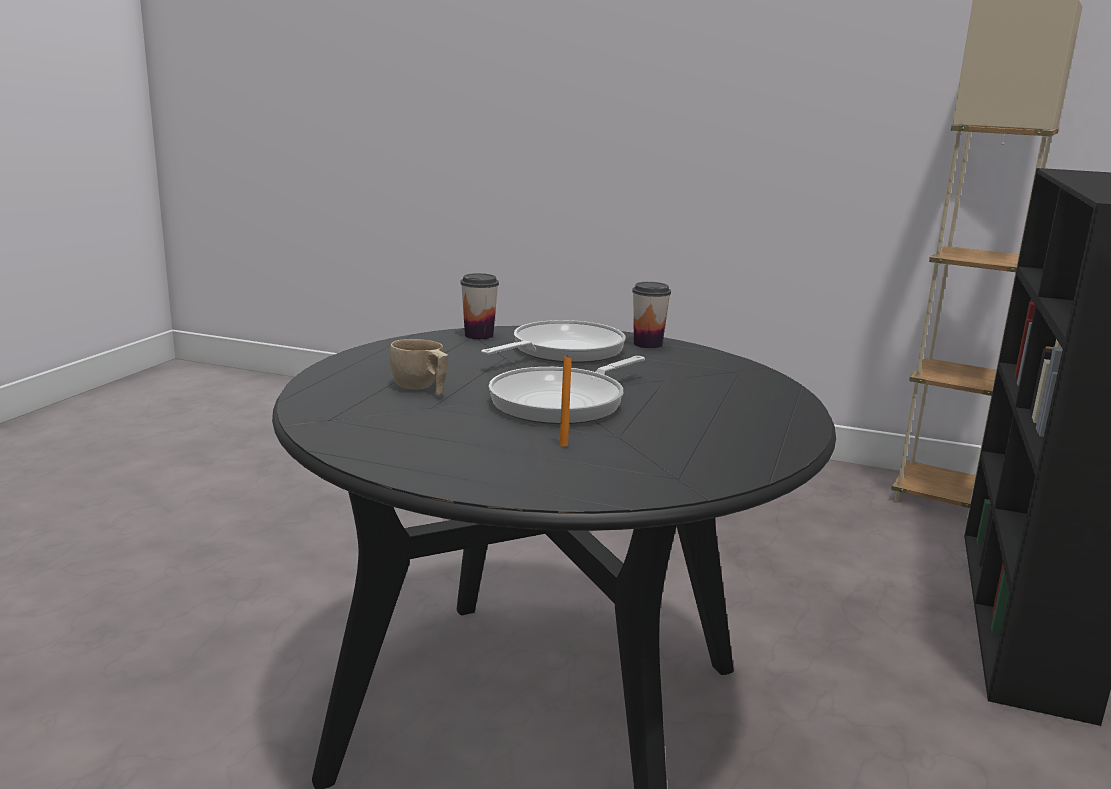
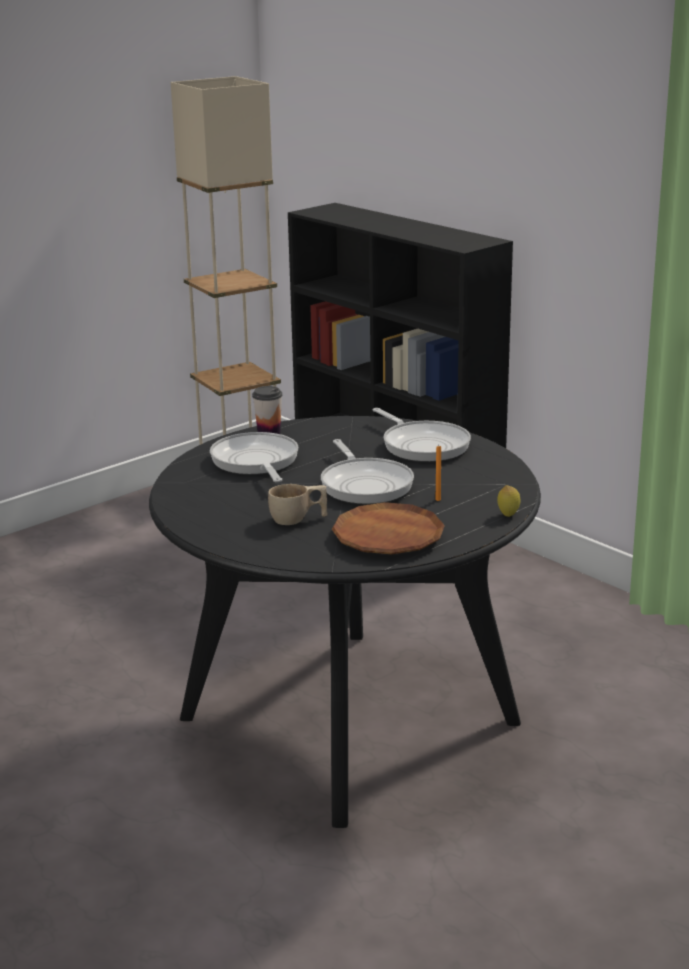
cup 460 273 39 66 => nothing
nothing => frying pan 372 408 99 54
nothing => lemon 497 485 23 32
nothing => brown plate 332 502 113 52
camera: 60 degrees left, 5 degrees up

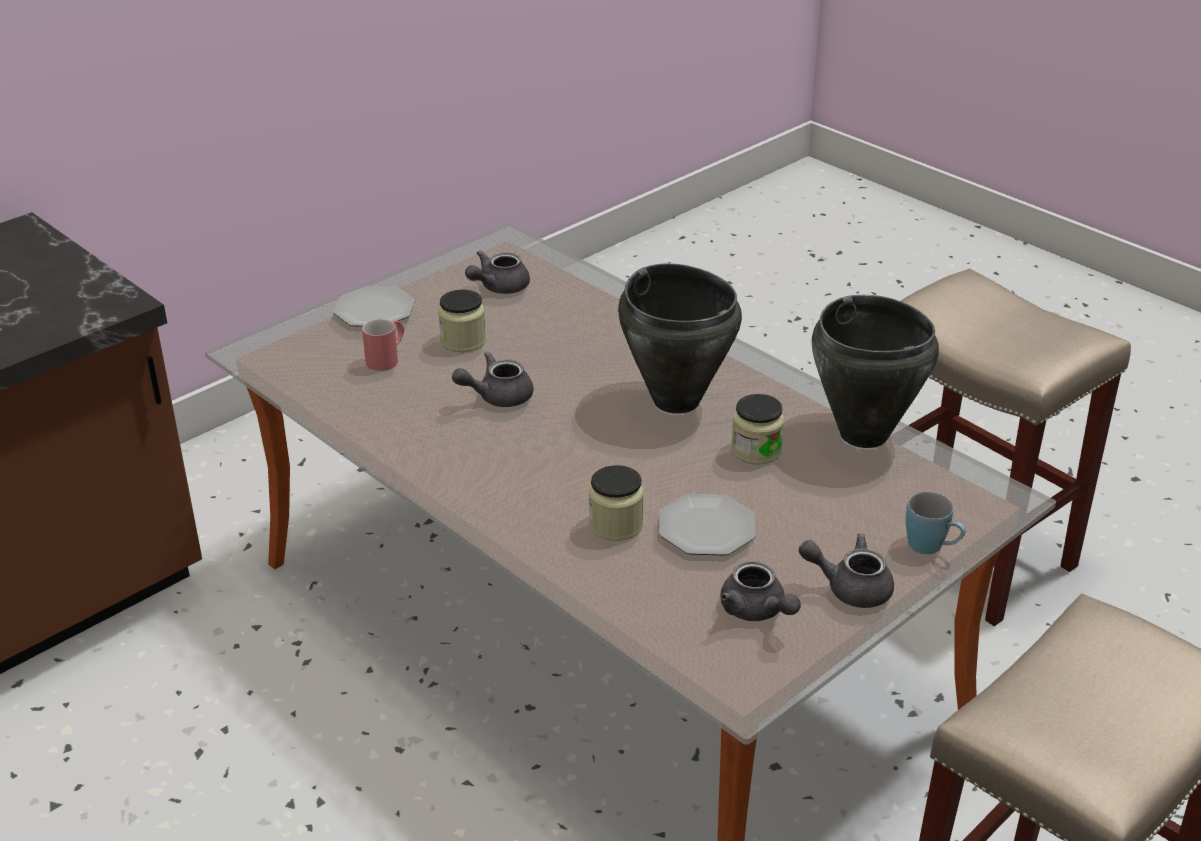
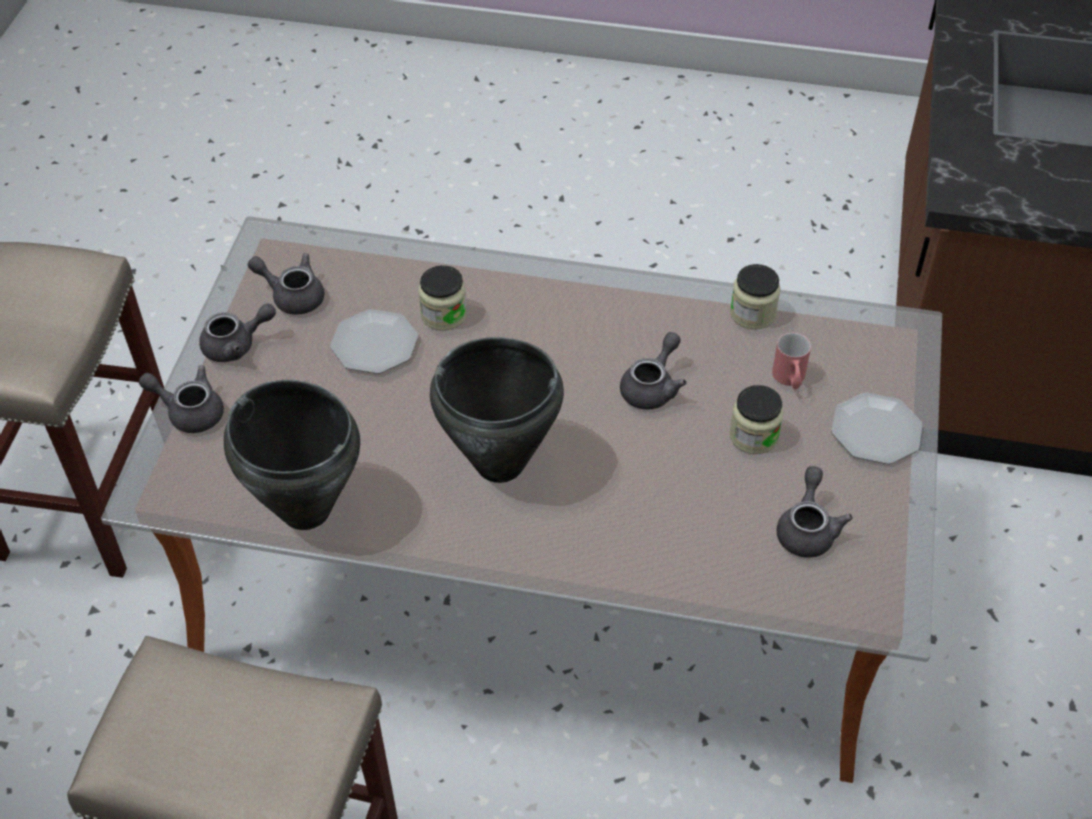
jar 731 394 53 71 => jar 730 264 51 65, move
blue mug 906 492 60 62 => grey teapot 139 366 85 67
camera: 145 degrees right, 15 degrees up

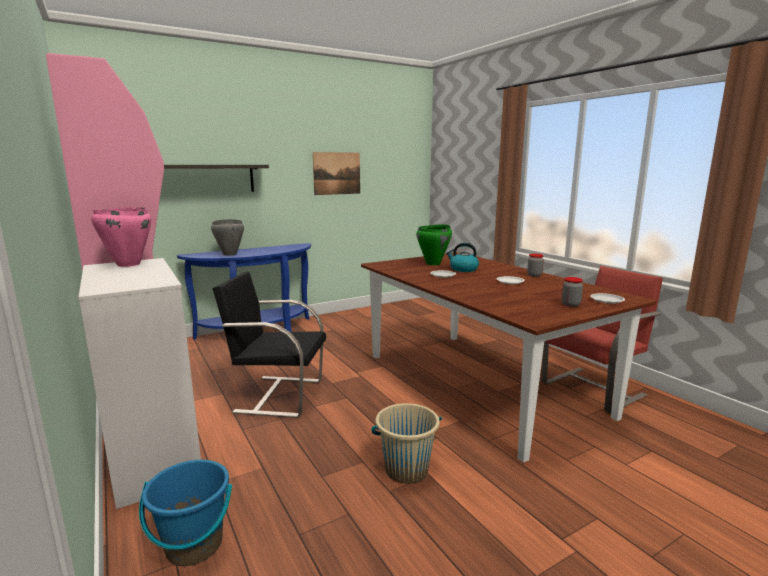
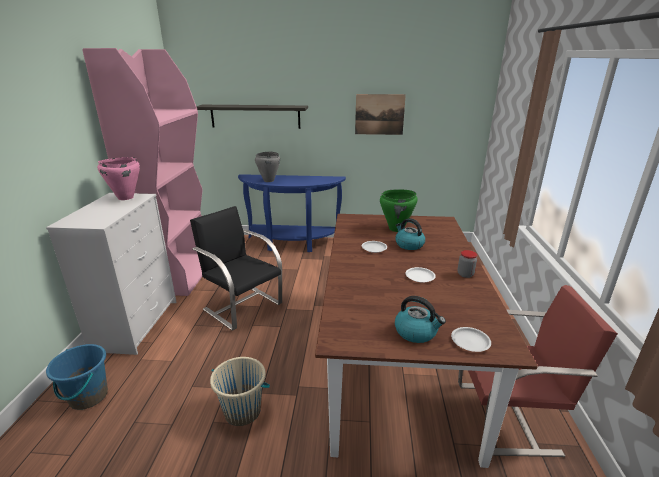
jar 561 277 22 30 => kettle 395 296 51 47
camera: 35 degrees right, 10 degrees up

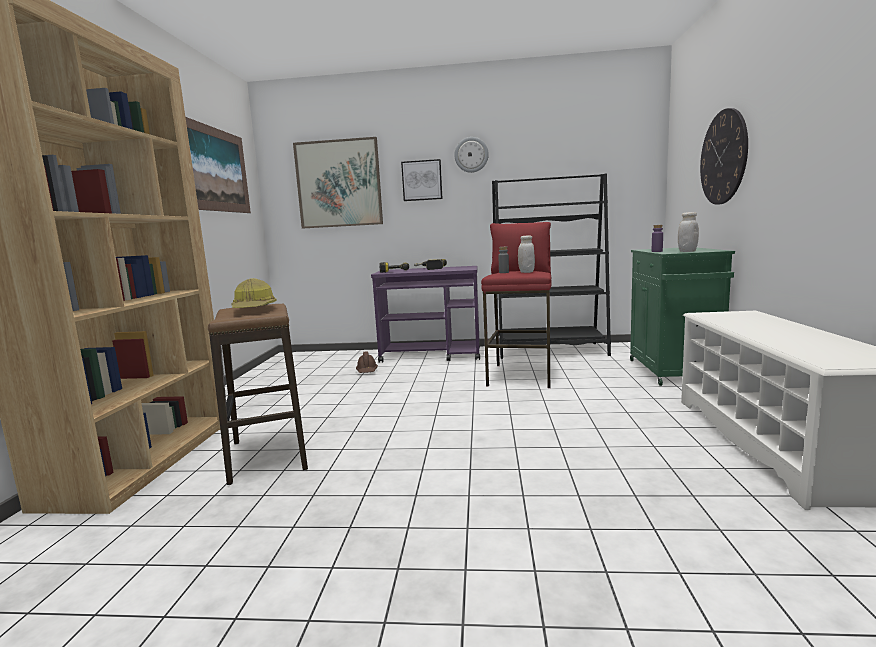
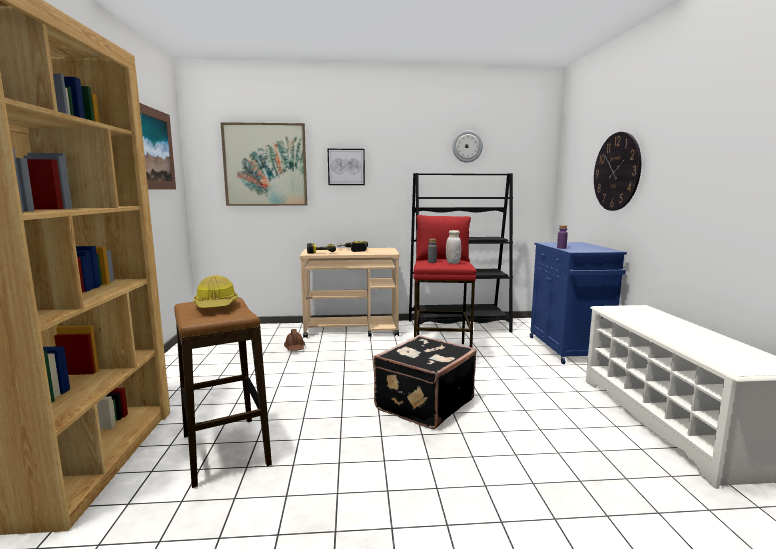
wall clock 454 137 35 36 => wall clock 452 131 31 32, move
white jar 678 212 21 40 => nothing
green cabinet 630 248 105 138 => blue cabinet 530 242 97 122
purple cart 371 266 109 97 => beige cart 300 248 100 90
nothing => black suitcase 373 335 104 94
camera: 10 degrees left, 0 degrees up

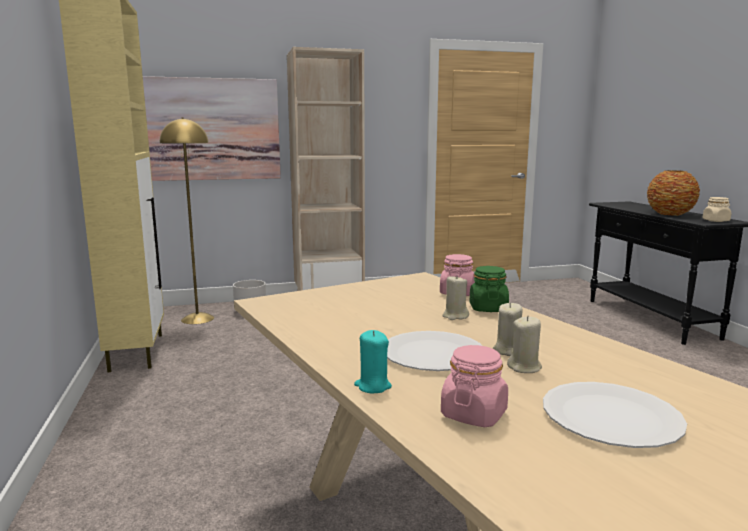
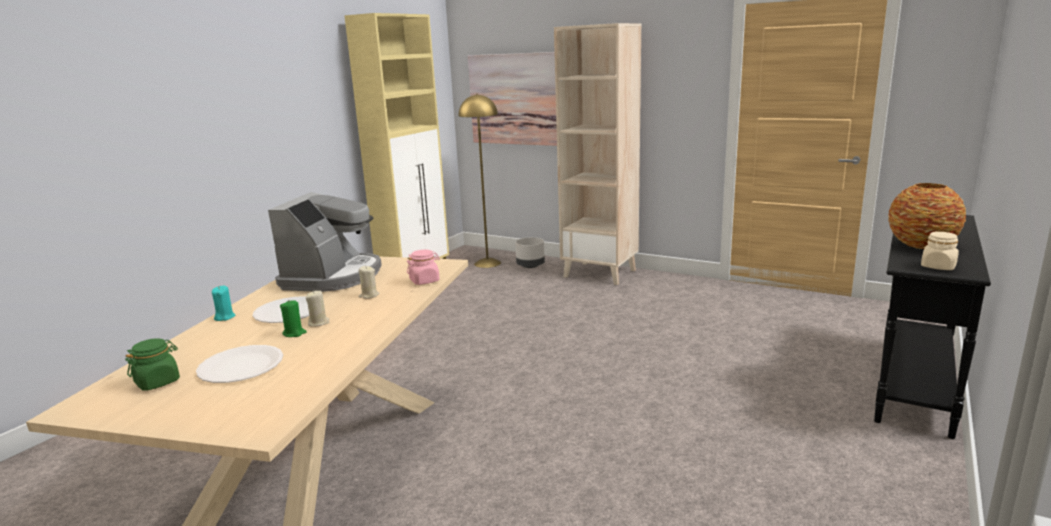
green jar 469 266 40 46 => green jar 125 338 55 53, move
beige candle 507 316 35 57 => green candle 280 300 27 37
pink jar 441 345 67 82 => nothing
nothing => coffee machine 268 192 114 100
camera: 45 degrees right, 5 degrees up

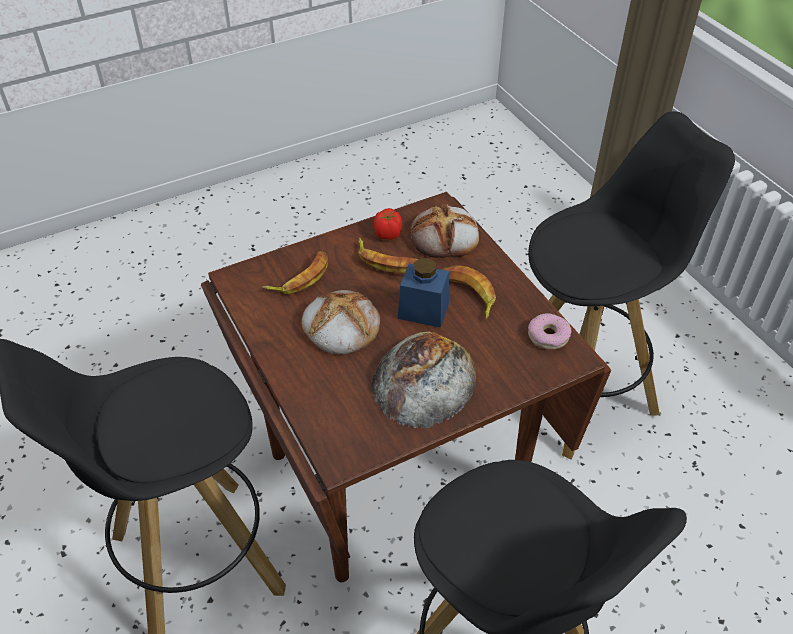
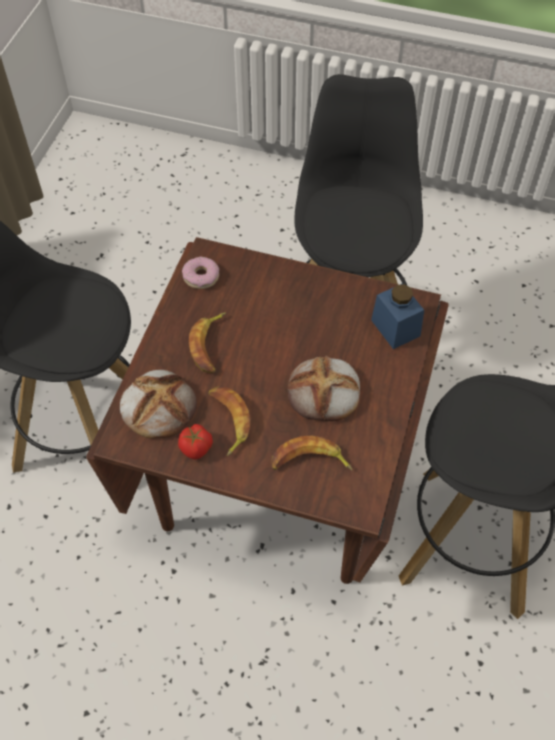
blue jar 398 258 51 70 => blue jar 371 283 53 66, move
bread 370 332 106 96 => nothing
camera: 135 degrees left, 10 degrees up

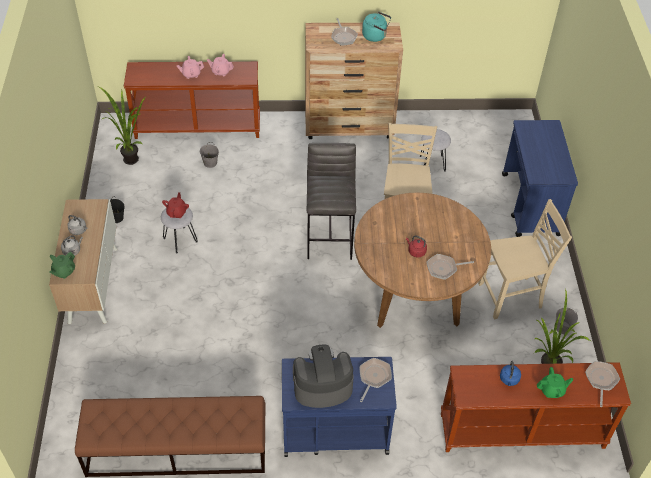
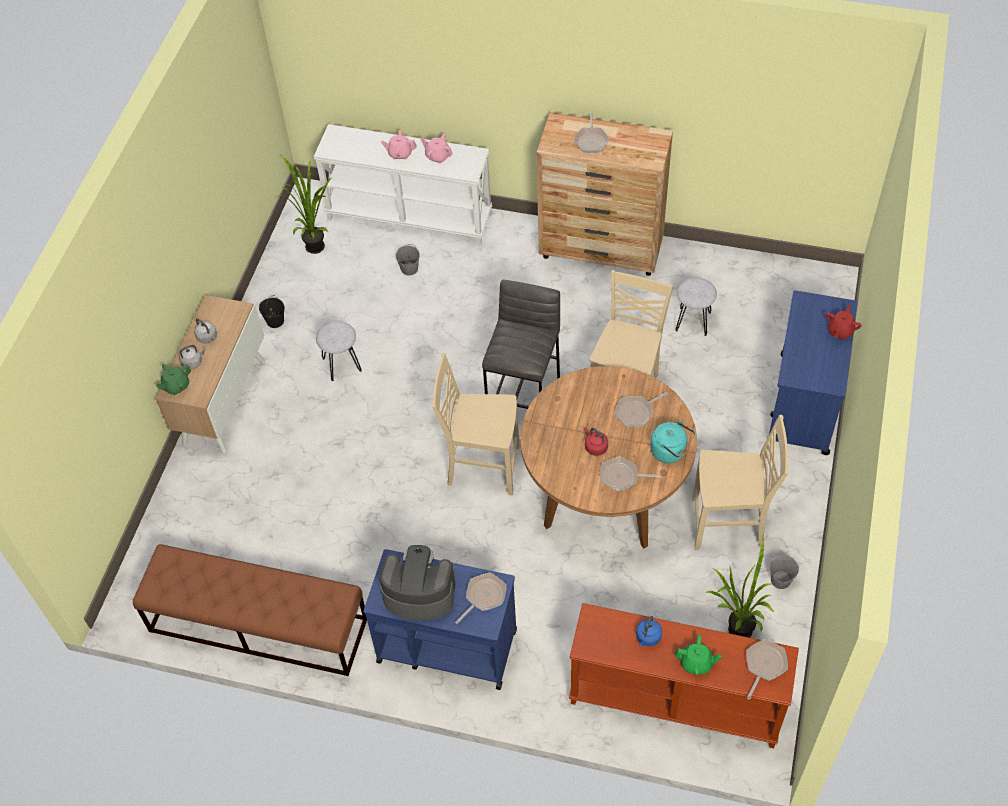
turquoise kettle 362 12 29 30 => turquoise kettle 650 420 45 43, move
brown console table 124 61 136 78 => white console table 314 124 178 121
red teapot 162 192 27 26 => red teapot 826 305 36 35, move
nothing => beige chair 432 353 87 142
nothing => frying pan 614 392 54 35
camera: 20 degrees right, 5 degrees up

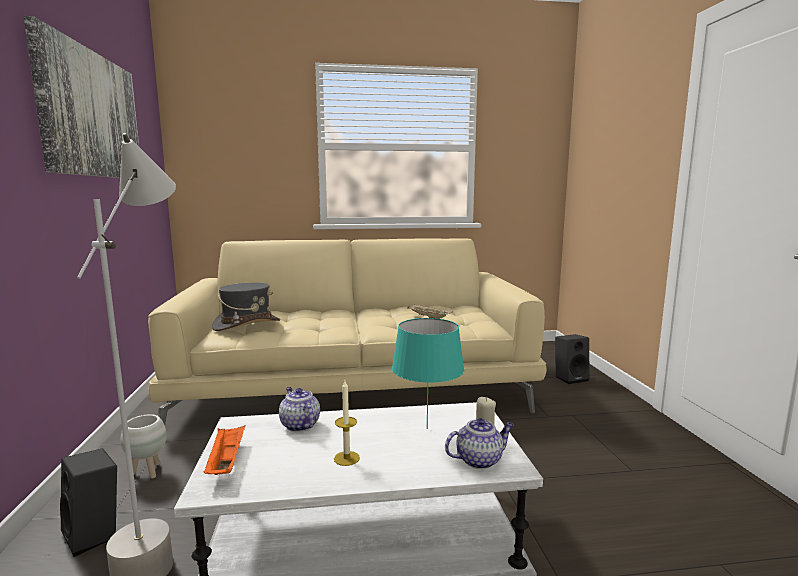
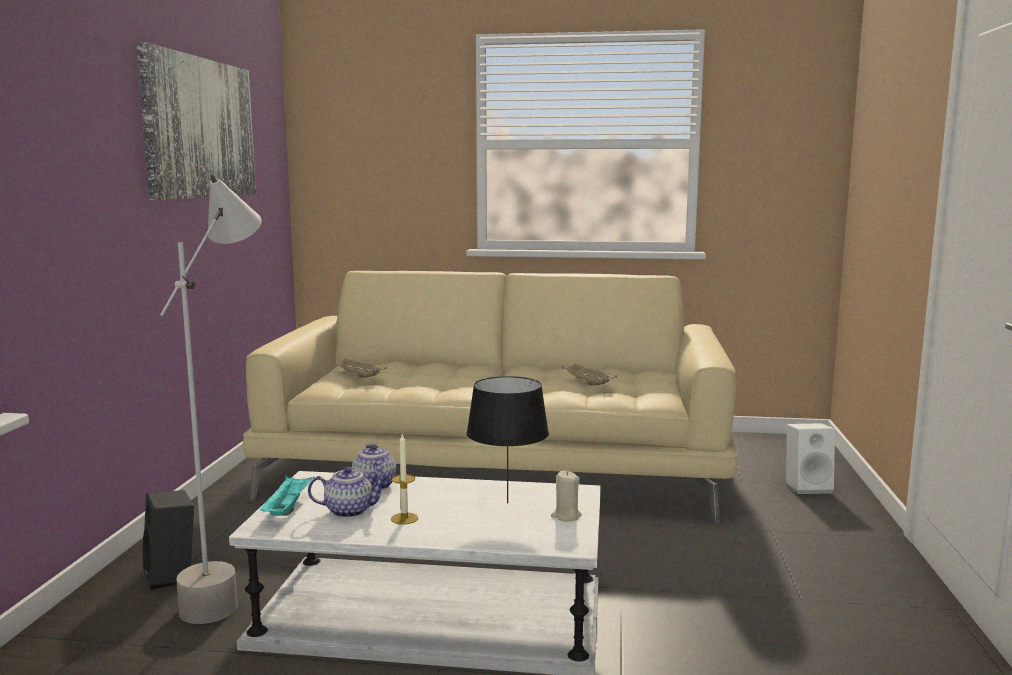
grey hat 212 283 68 48 => beige tray 333 358 53 20
turquoise table lamp 392 318 72 111 => black table lamp 467 376 82 127
black speaker 555 334 35 50 => white speaker 786 423 49 71
white planter 121 414 46 65 => nothing
teapot 445 418 69 51 => teapot 308 467 80 51, move
orange tray 204 425 42 50 => turquoise tray 260 476 54 40
camera: 15 degrees right, 0 degrees up

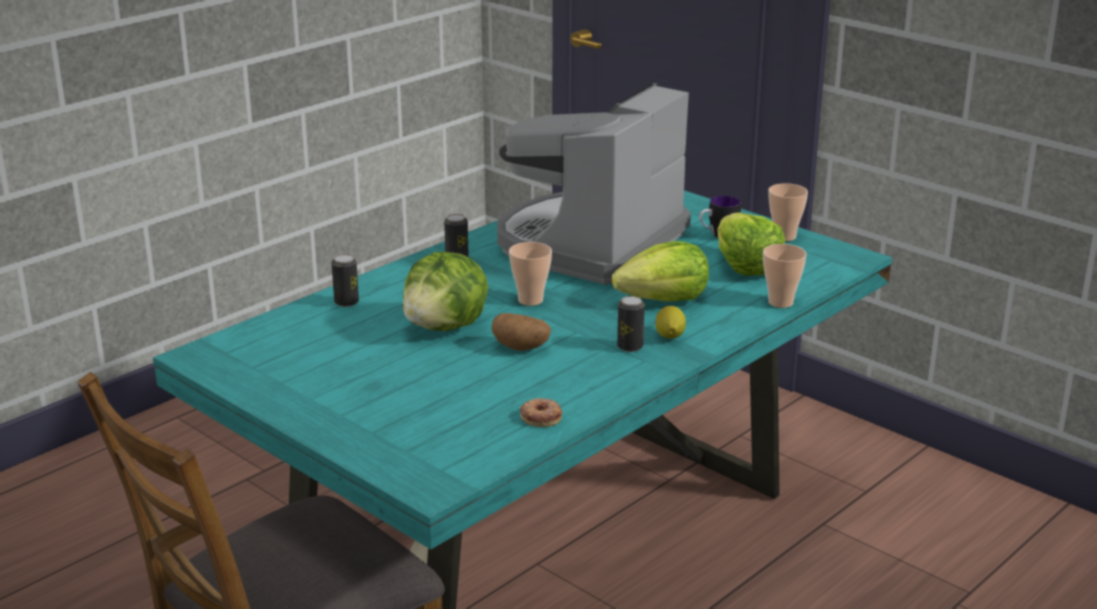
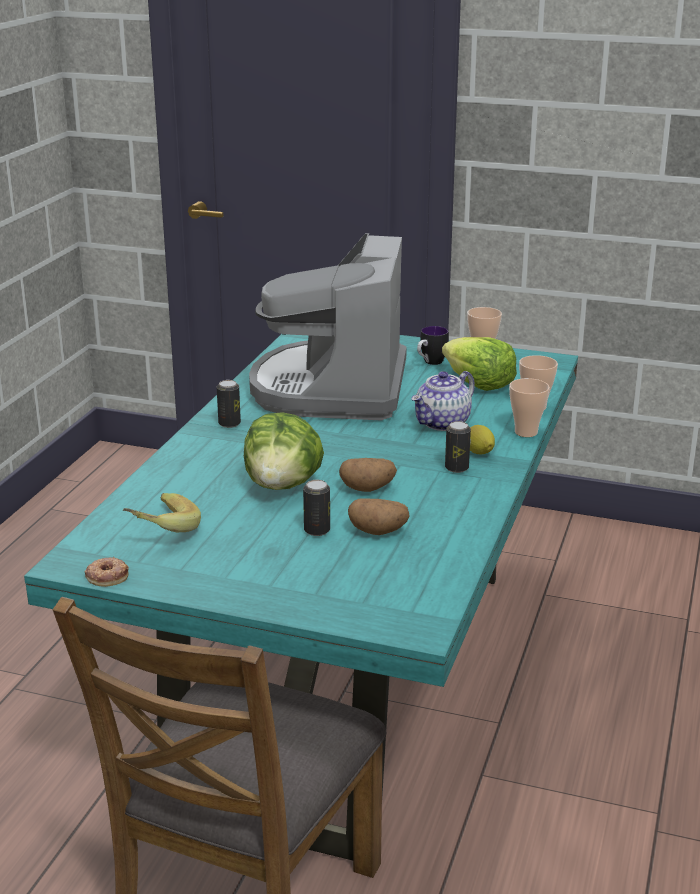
lettuce 612 241 97 61 => teapot 411 371 64 60
cup 509 242 43 64 => cup 509 378 41 59, move
can 331 254 28 53 => can 303 480 27 56, move
donut 520 398 43 29 => donut 84 557 45 30, move
nothing => banana 123 493 78 39
nothing => potato 348 498 61 37
camera: 25 degrees left, 0 degrees up

